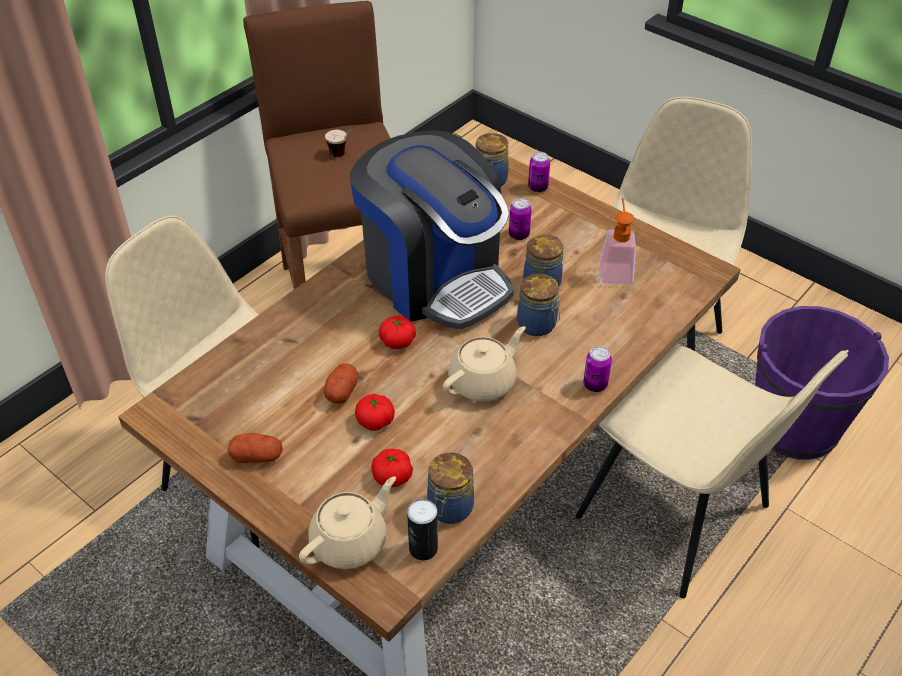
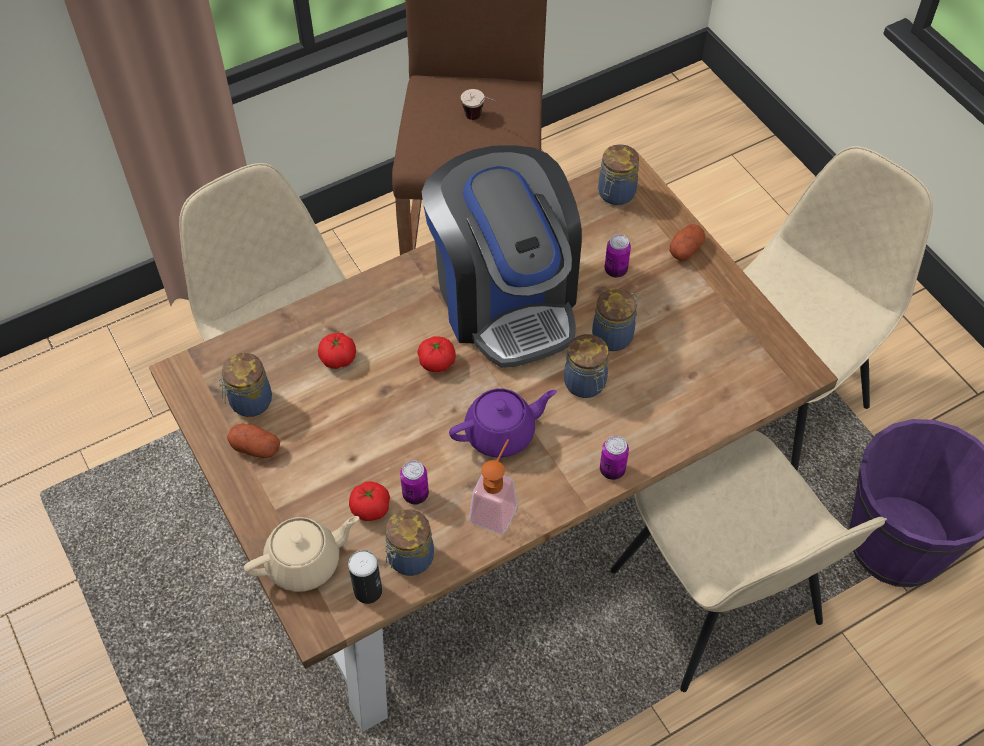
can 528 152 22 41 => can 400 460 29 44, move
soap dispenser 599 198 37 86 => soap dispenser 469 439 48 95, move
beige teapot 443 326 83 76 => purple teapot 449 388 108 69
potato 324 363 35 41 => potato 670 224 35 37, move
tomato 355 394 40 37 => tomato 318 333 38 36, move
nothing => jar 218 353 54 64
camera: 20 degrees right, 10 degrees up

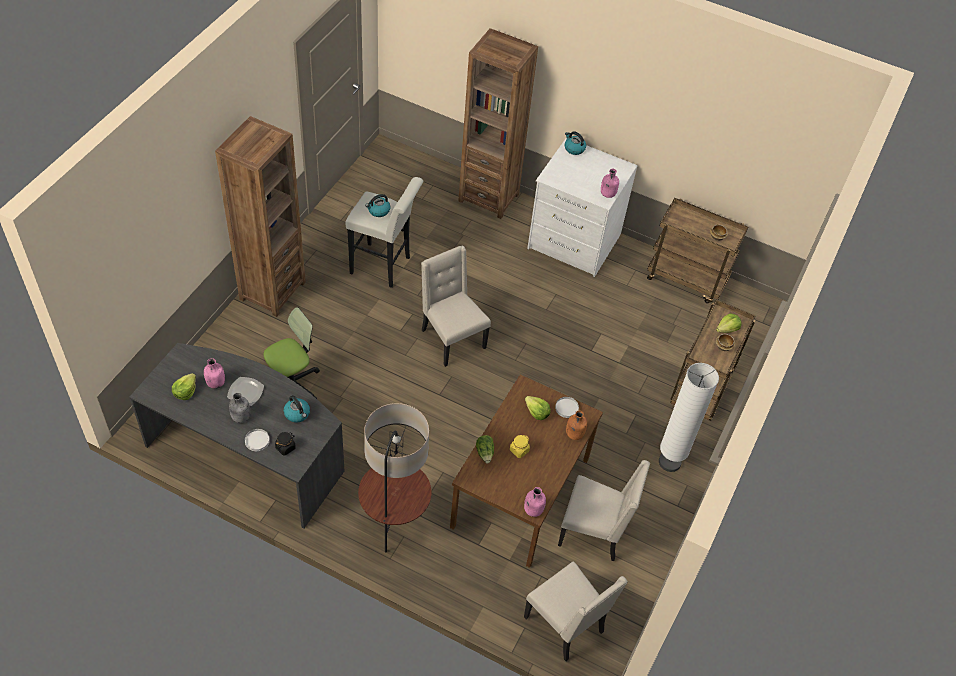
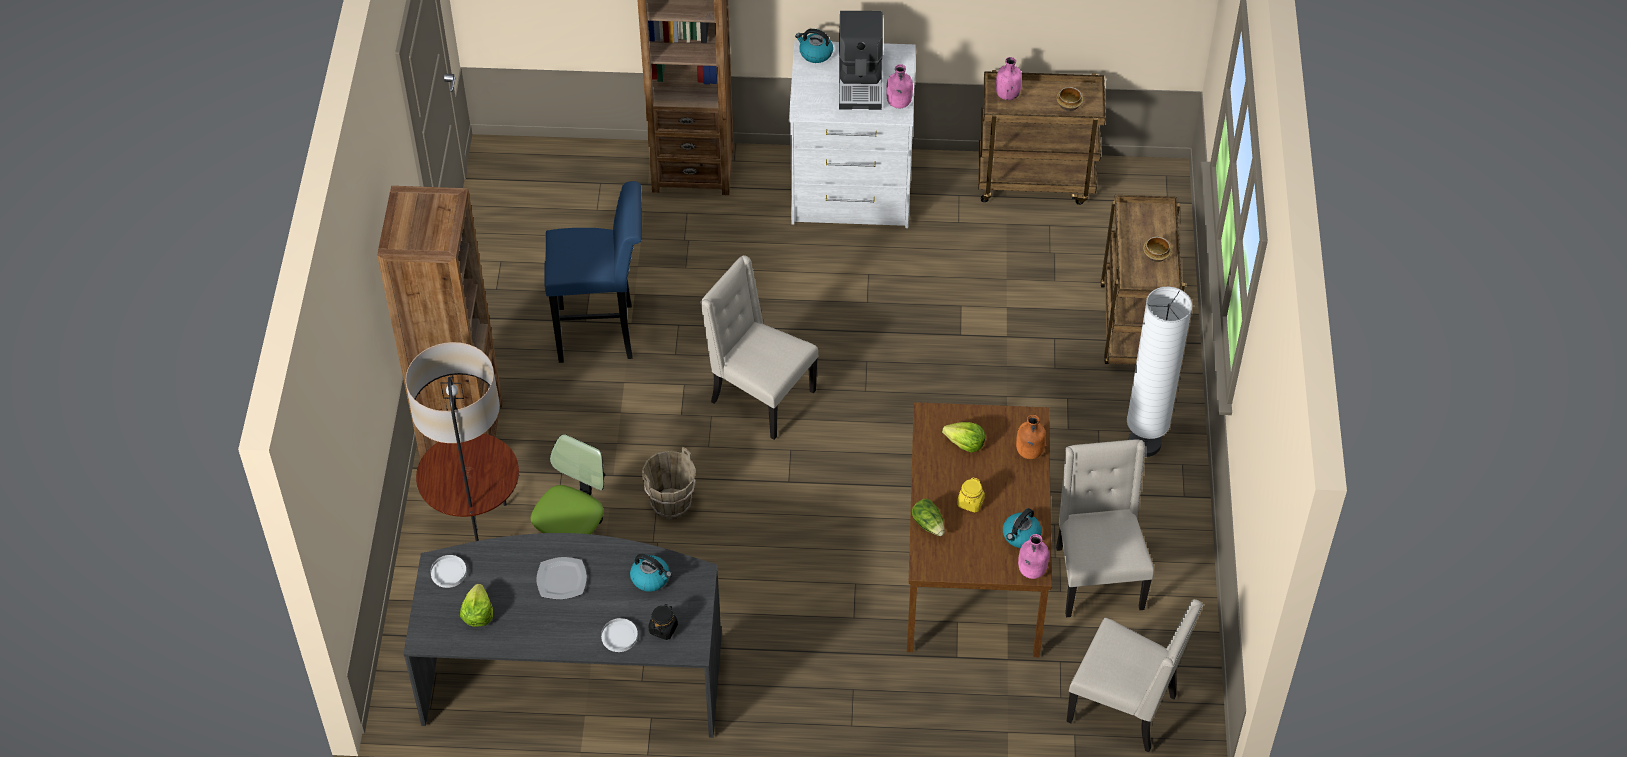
white stool 345 177 78 111 => blue stool 545 181 97 182
kettle 365 194 25 23 => kettle 1003 508 38 40, move
lettuce 716 314 26 19 => nothing
pink bottle 204 358 21 31 => pink bottle 996 57 26 43, move
grey bottle 229 393 21 30 => nothing
white plate 555 397 24 21 => white plate 430 555 37 33, move
floor lamp 358 403 74 149 => floor lamp 406 342 113 199, move
beige chair 558 460 92 101 => beige chair 1056 440 98 177, 90 degrees counterclockwise
nothing => coffee machine 839 11 44 99
nothing => brown bucket 642 447 54 73
camera: 20 degrees left, 0 degrees up

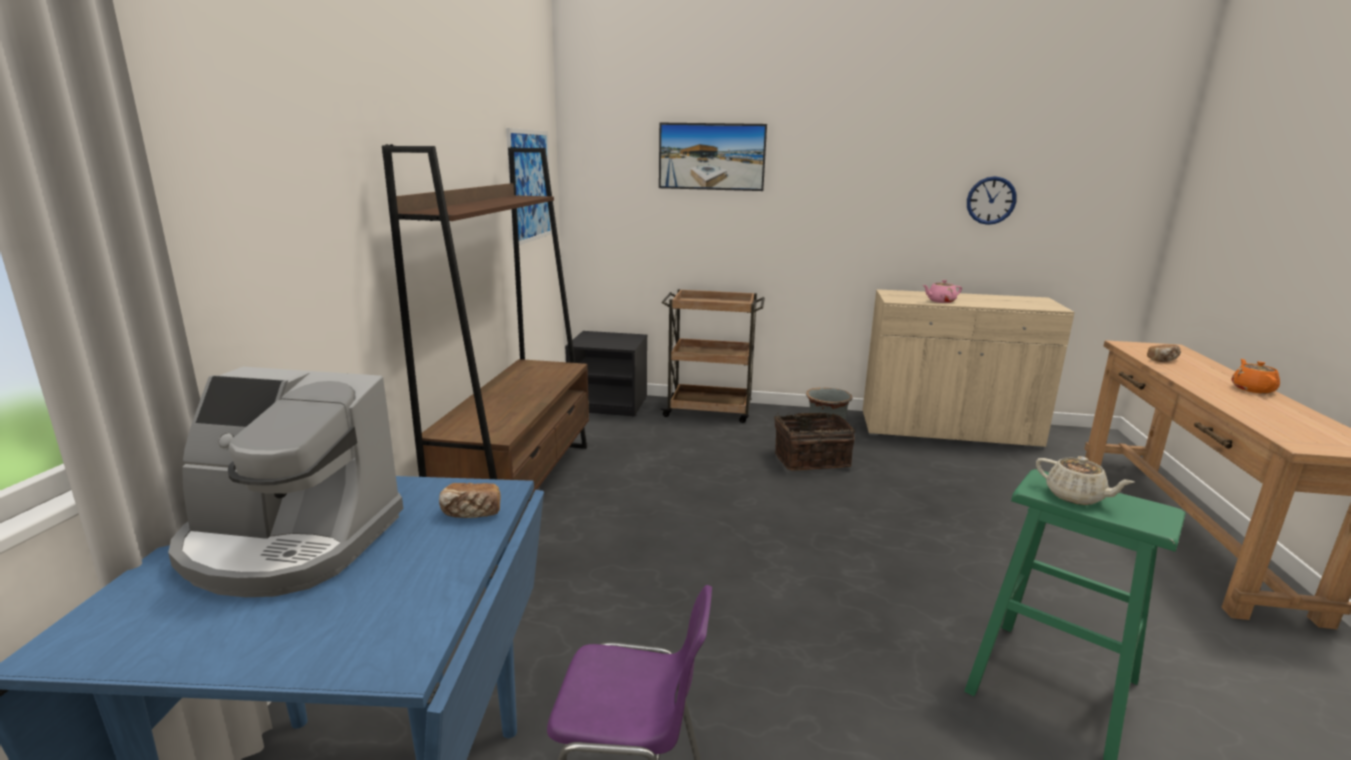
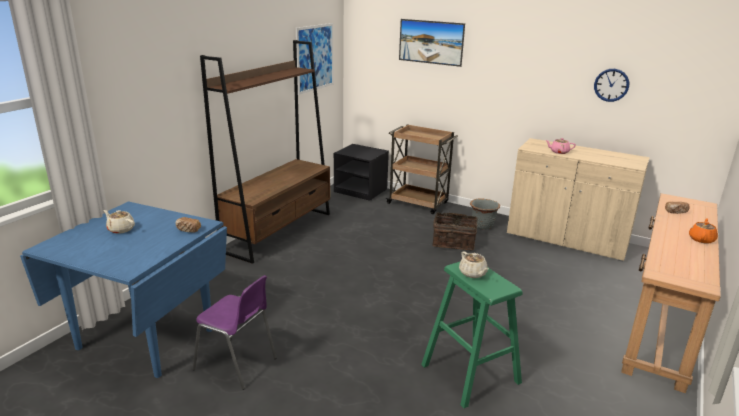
coffee machine 168 367 235 230 => beige teapot 103 210 32 24
camera: 20 degrees right, 5 degrees up

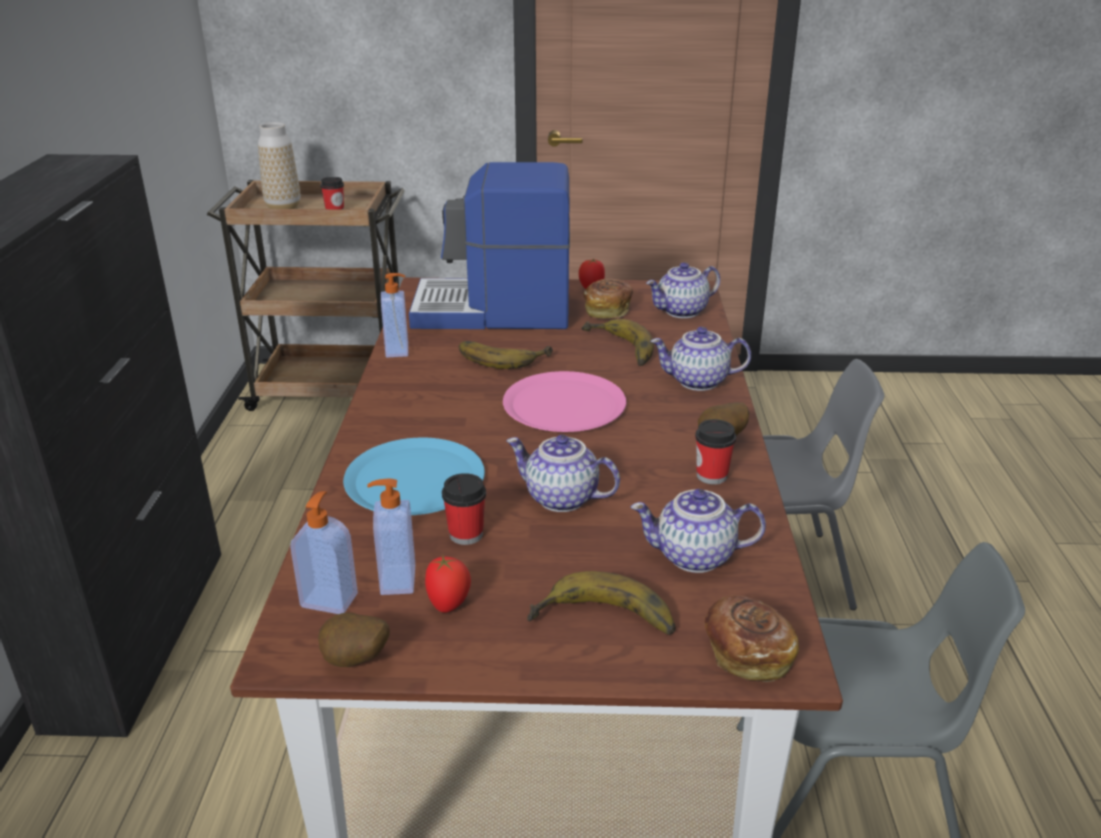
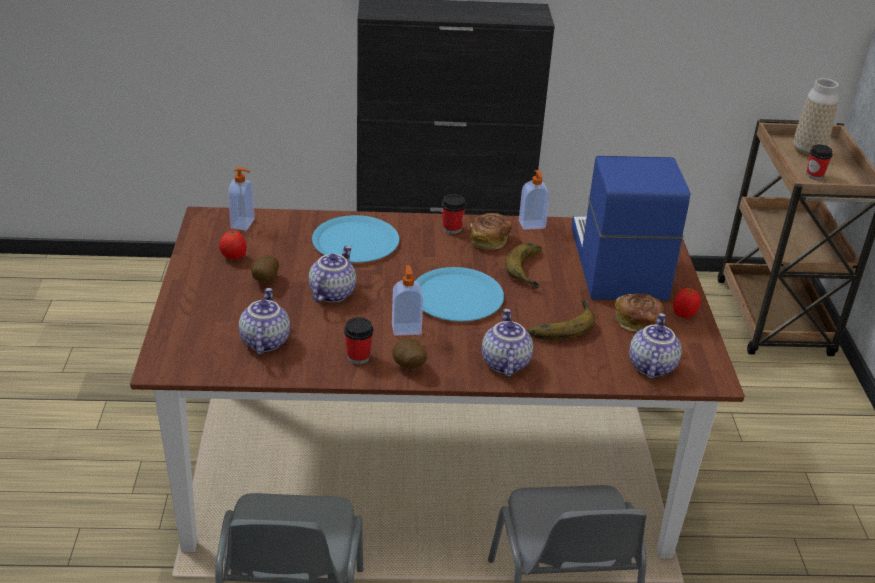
teapot 646 262 74 56 => teapot 629 313 53 66, 45 degrees clockwise
pink plate 503 371 123 61 => blue plate 416 267 88 54
cup 442 473 44 72 => cup 442 194 24 40, move
soap dispenser 367 478 48 117 => soap dispenser 392 265 31 71, move
banana 527 571 149 64 => nothing
bread 704 595 95 87 => bread 470 213 42 36, move
potato 318 612 72 55 => potato 251 255 28 27, move
camera: 85 degrees right, 5 degrees up

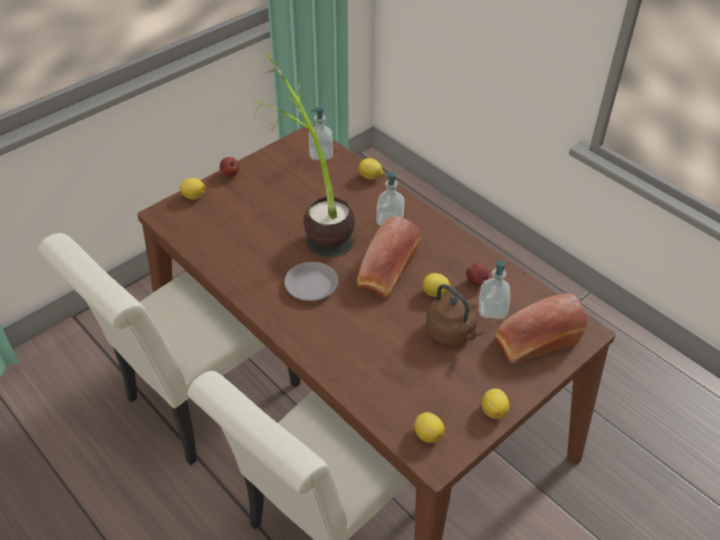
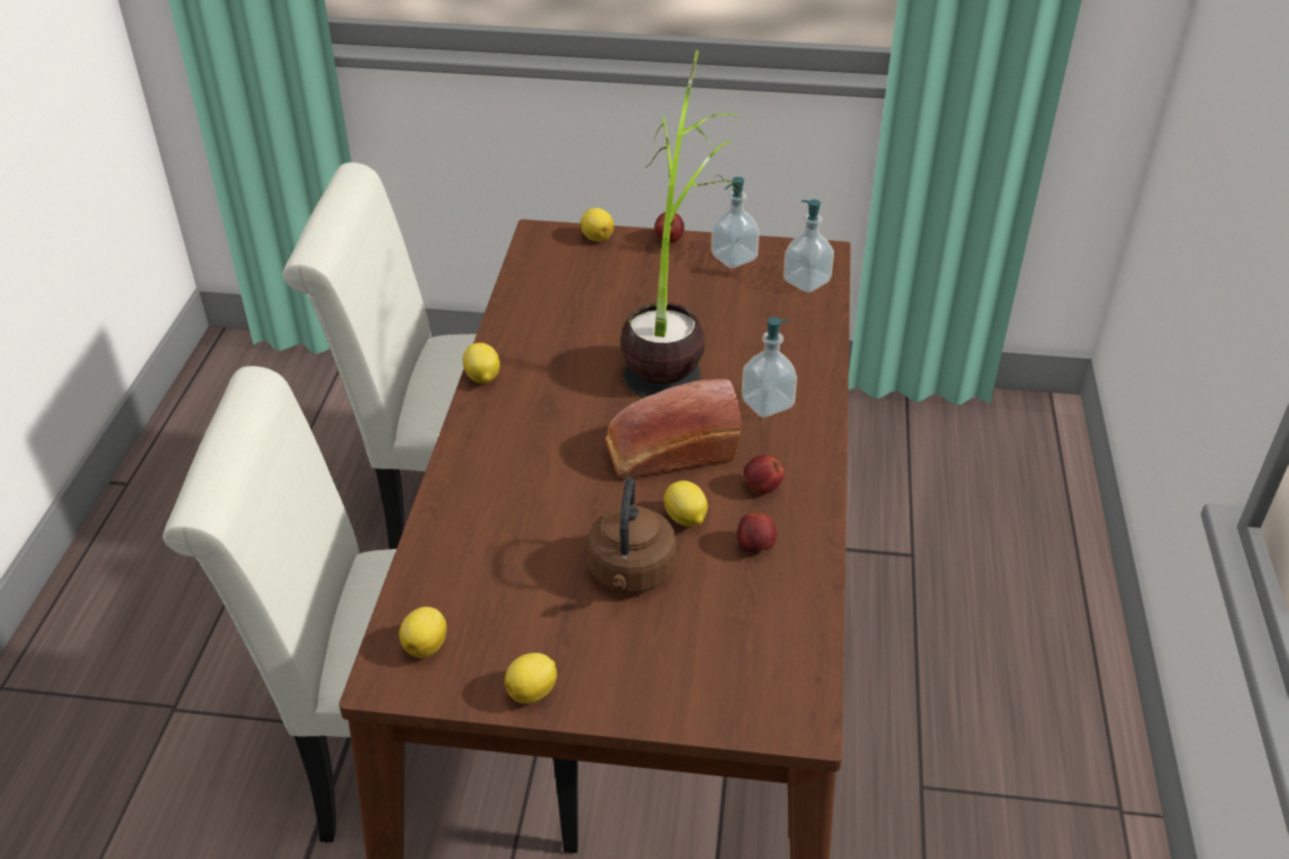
lemon 358 158 25 22 => lemon 463 343 37 40, move
soap dispenser 479 261 31 58 => soap dispenser 711 177 48 91, move
grey plate 284 262 54 39 => nothing
bread 495 293 92 71 => nothing
nothing => apple 744 455 41 39
camera: 50 degrees right, 5 degrees down

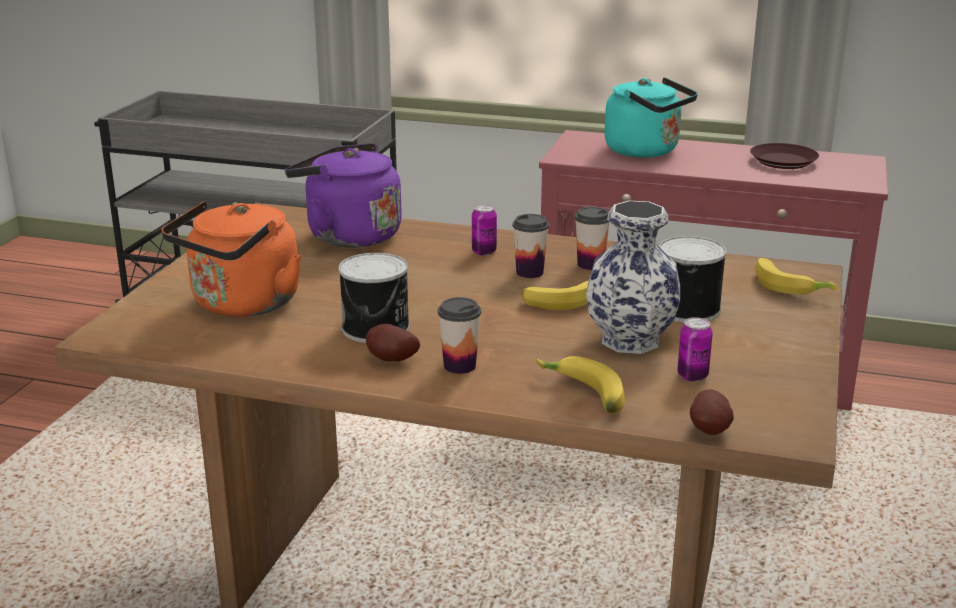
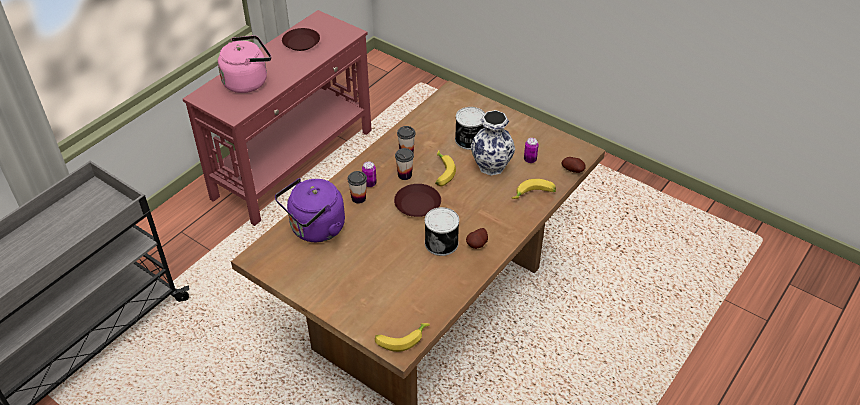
turquoise kettle 604 77 94 81 => pink kettle 218 35 53 58
orange kettle 161 201 140 116 => nothing
banana 755 258 82 36 => banana 375 323 55 29, move
cup 438 297 43 77 => cup 348 171 19 33, move
nothing => brown plate 394 184 47 33
camera: 70 degrees left, 20 degrees up

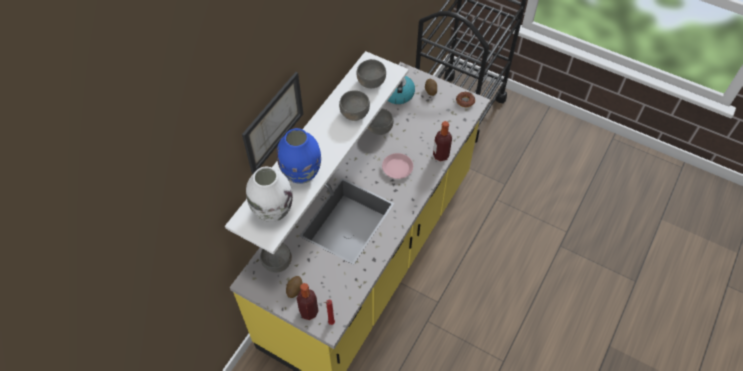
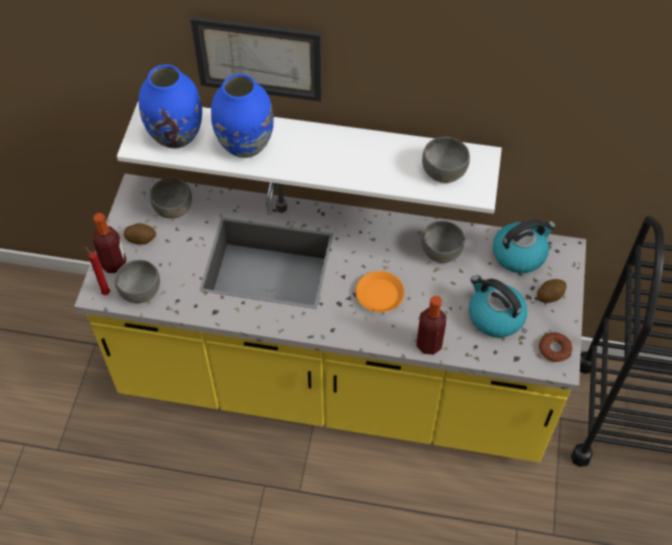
grey bowl 339 90 31 31 => grey bowl 115 260 45 43, move
pink plate 382 153 31 26 => orange plate 355 271 49 41
white vase 246 166 47 56 => blue vase 139 64 63 85
nothing => kettle 469 275 59 63
camera: 70 degrees right, 0 degrees up

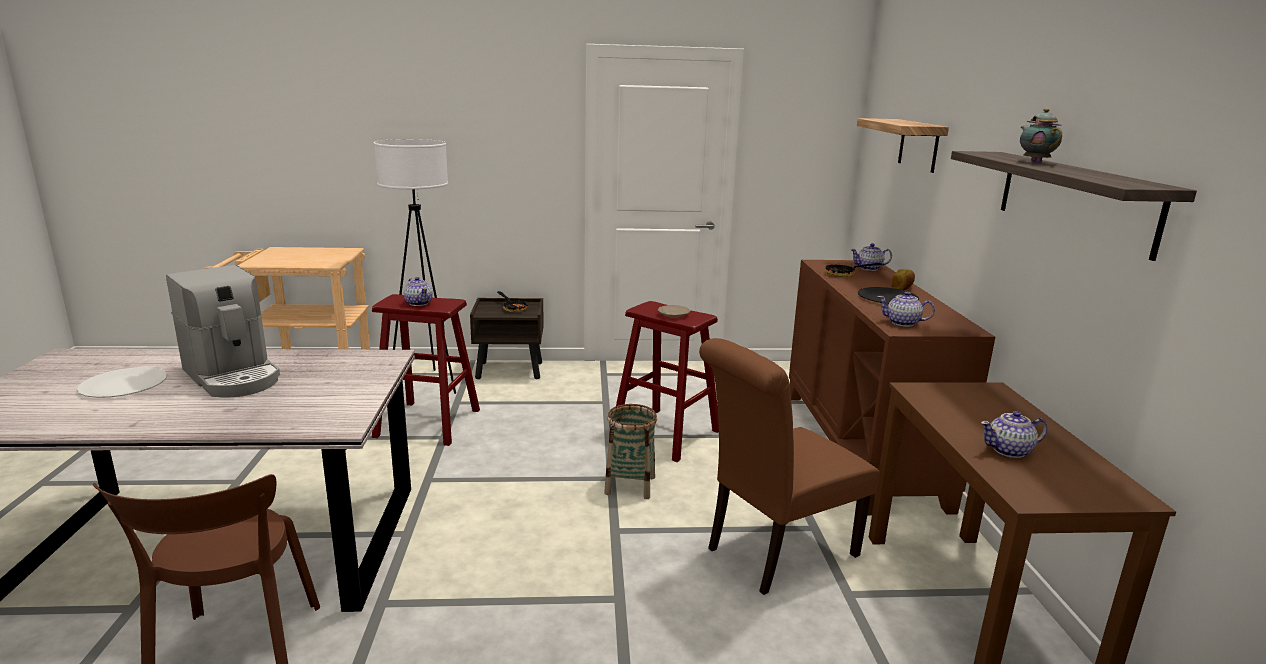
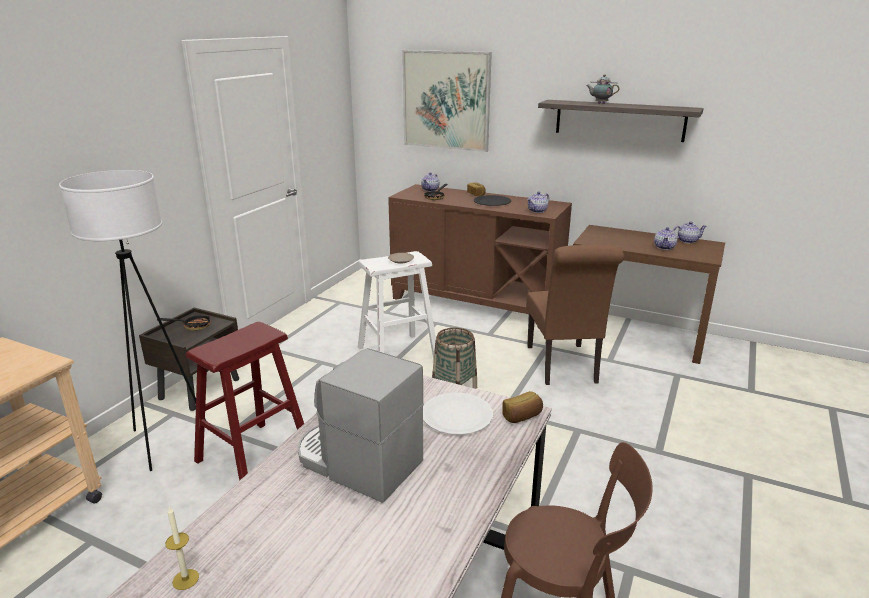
shelf 857 118 92 55 => picture 402 50 90 102
coffee machine 166 265 114 133 => coffee machine 298 348 126 155, 135 degrees counterclockwise
teapot 403 277 30 29 => teapot 673 221 34 22, move
red stool 616 301 103 161 => white stool 358 251 78 110
white plate 77 367 90 31 => white plate 423 393 70 42, move
nothing => bread 502 391 41 32
nothing => candle 165 506 34 84
camera: 60 degrees left, 5 degrees up

